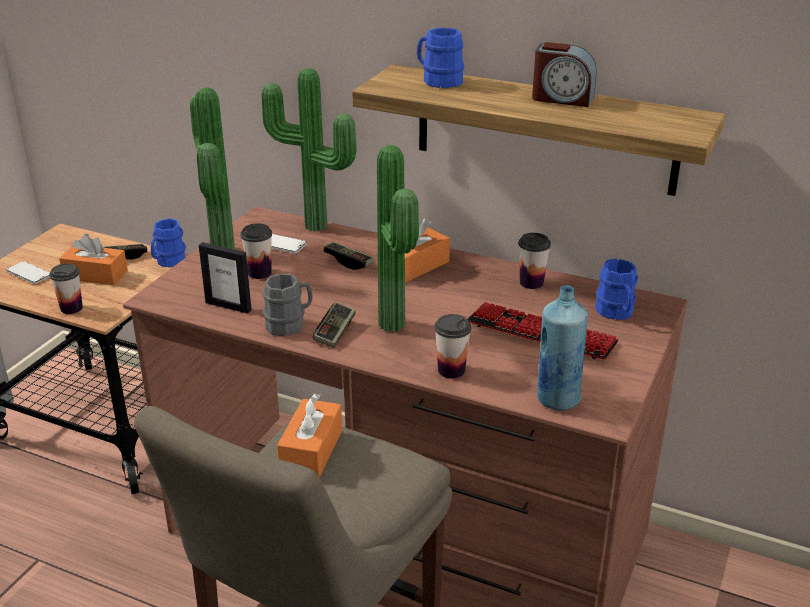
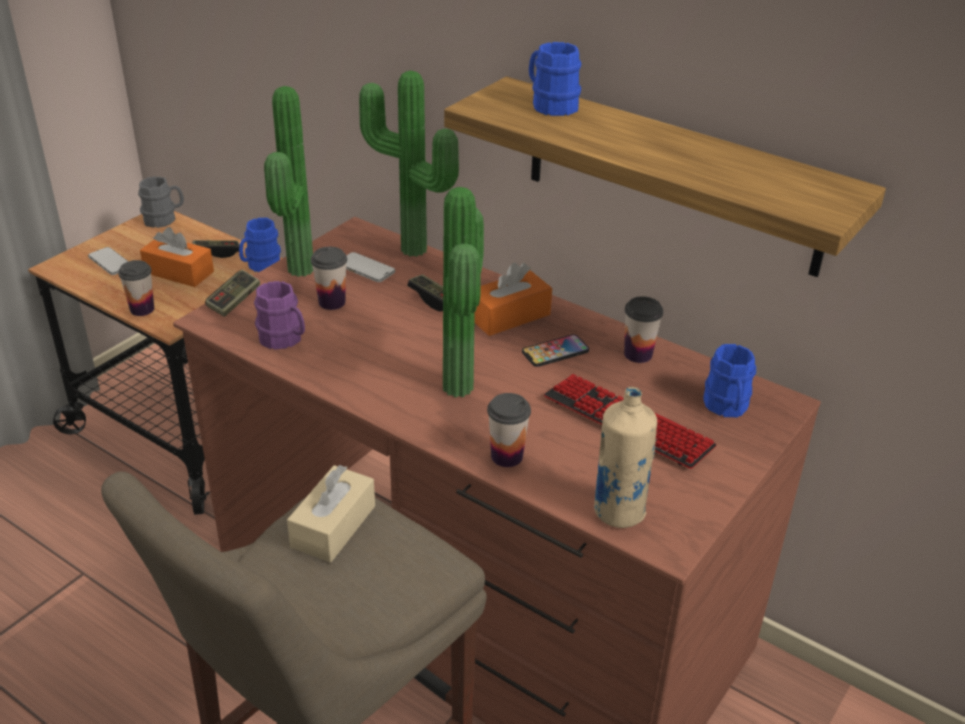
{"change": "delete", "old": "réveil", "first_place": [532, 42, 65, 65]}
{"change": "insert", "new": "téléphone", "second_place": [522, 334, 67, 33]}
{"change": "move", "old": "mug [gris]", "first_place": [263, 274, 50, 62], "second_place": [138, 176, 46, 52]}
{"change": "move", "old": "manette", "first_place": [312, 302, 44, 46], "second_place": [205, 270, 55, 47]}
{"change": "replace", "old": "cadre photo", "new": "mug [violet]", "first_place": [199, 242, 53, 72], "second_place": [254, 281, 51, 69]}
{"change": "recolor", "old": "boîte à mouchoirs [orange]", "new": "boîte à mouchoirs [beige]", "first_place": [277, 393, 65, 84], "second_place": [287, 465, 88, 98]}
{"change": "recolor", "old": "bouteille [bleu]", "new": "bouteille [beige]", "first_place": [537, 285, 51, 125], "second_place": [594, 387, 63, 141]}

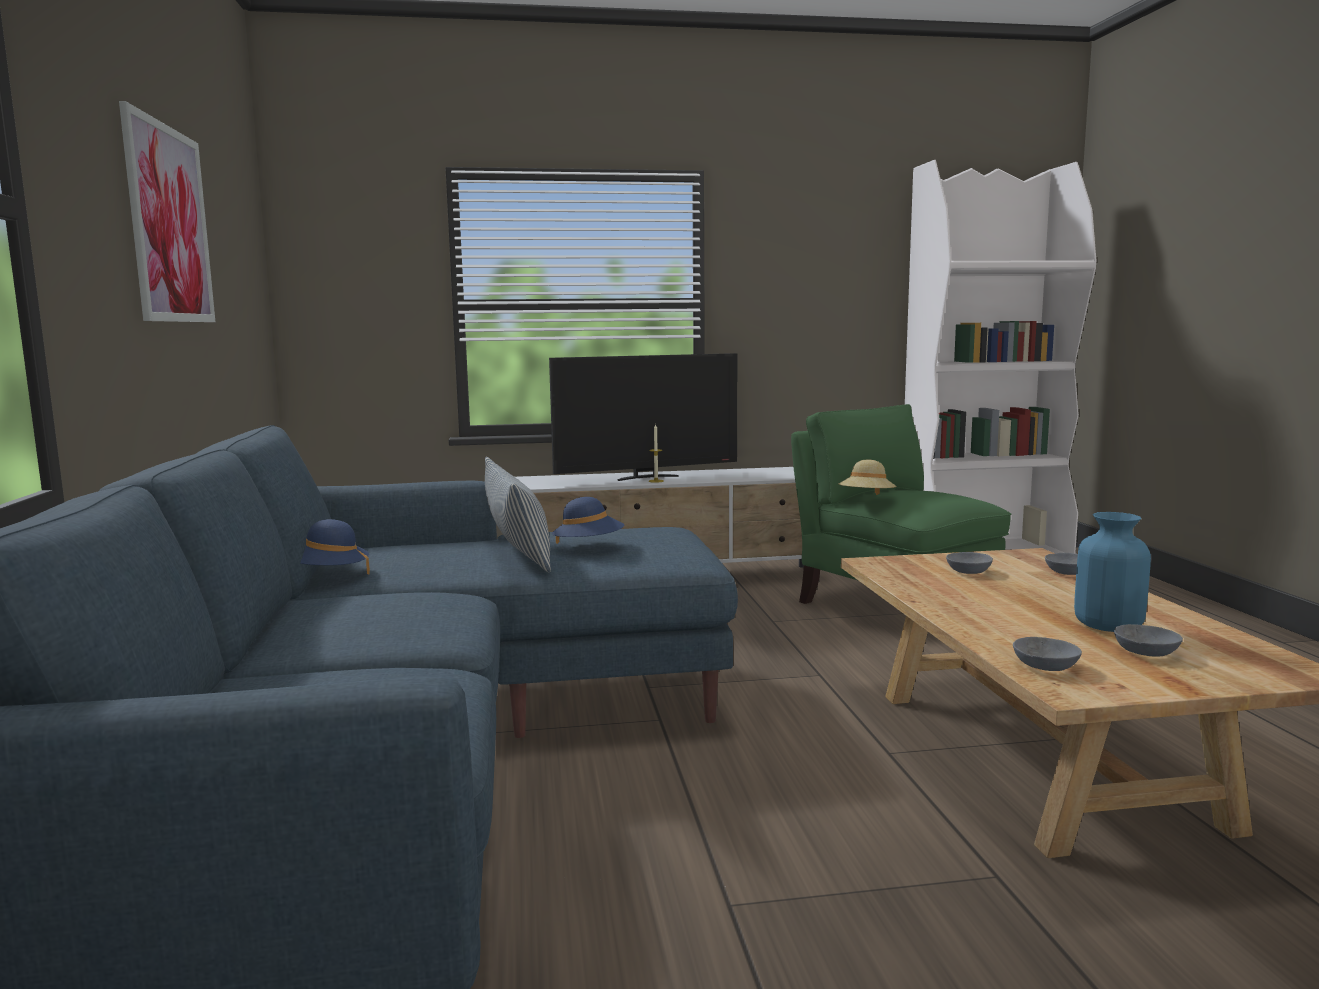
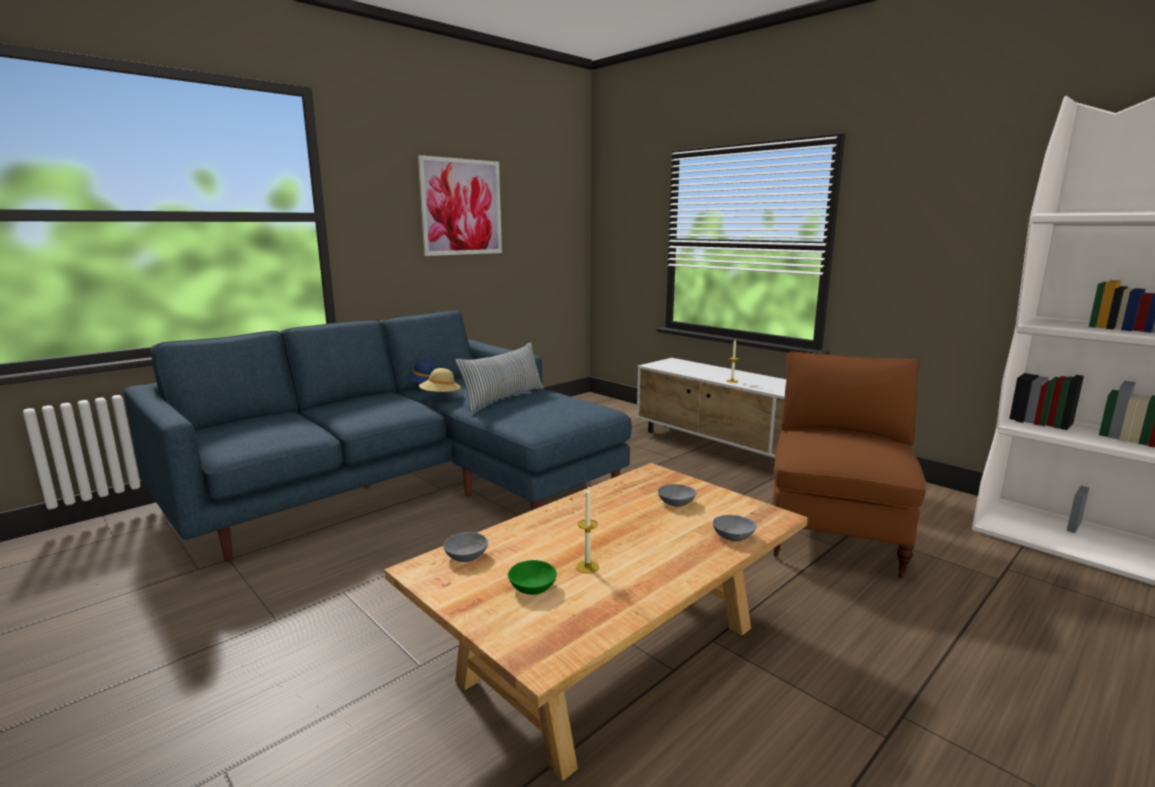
{"change": "delete", "old": "téléviseur", "first_place": [549, 353, 188, 128]}
{"change": "delete", "old": "chapeau [bleu]", "first_place": [552, 497, 72, 47]}
{"change": "move", "old": "chapeau [beige]", "first_place": [839, 460, 58, 35], "second_place": [419, 368, 43, 28]}
{"change": "replace", "old": "vase [bleu]", "new": "bougie", "first_place": [1074, 512, 77, 120], "second_place": [576, 487, 23, 87]}
{"change": "recolor", "old": "fauteuil [vert]", "new": "fauteuil [marron]", "first_place": [791, 404, 220, 200], "second_place": [772, 352, 154, 227]}
{"change": "recolor", "old": "bol [gris]", "new": "bol [vert]", "first_place": [1114, 624, 69, 33], "second_place": [508, 560, 49, 35]}

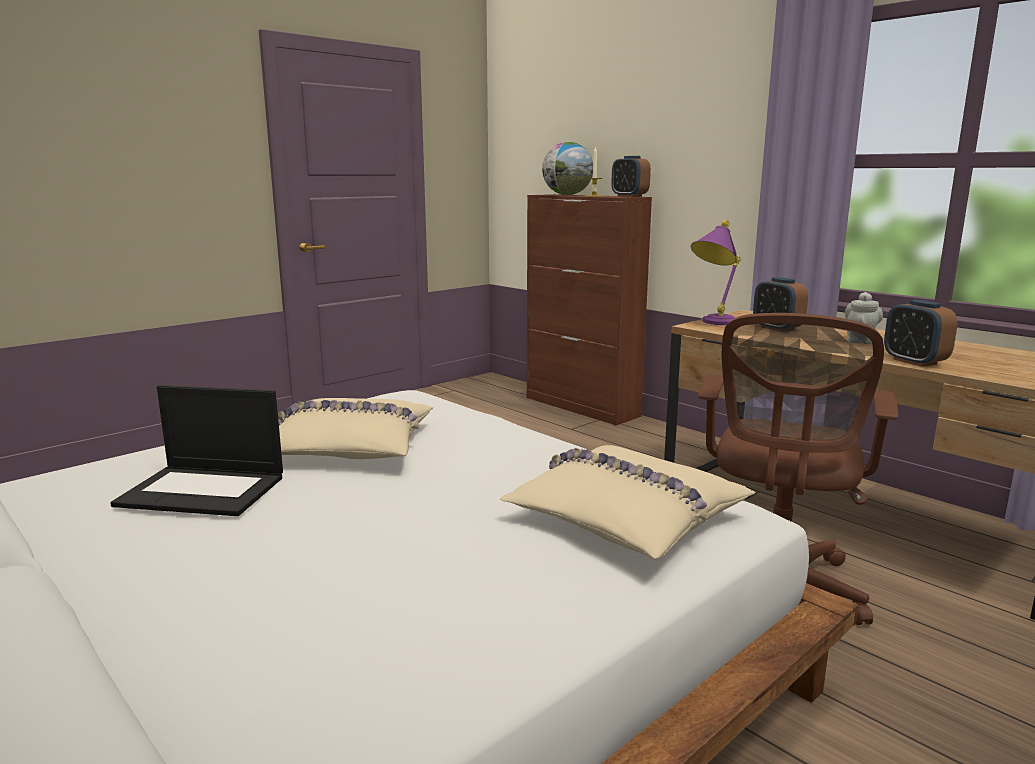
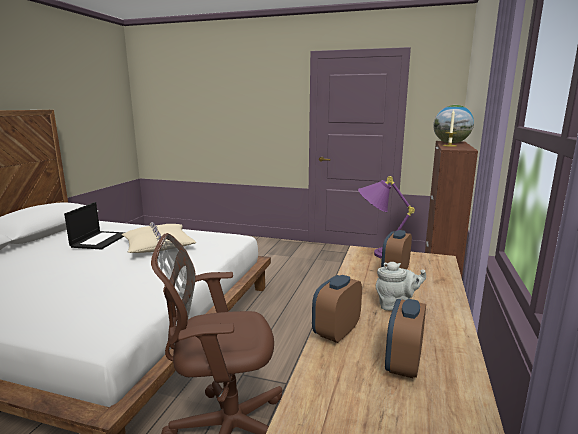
{"change": "delete", "old": "coussin [beige]", "first_place": [500, 445, 256, 114]}
{"change": "move", "old": "réveil", "first_place": [611, 156, 40, 41], "second_place": [385, 299, 41, 79]}
{"change": "rotate", "old": "ordinateur portable", "first_place": [110, 385, 173, 131], "second_place": [64, 202, 62, 47], "degrees": -150}

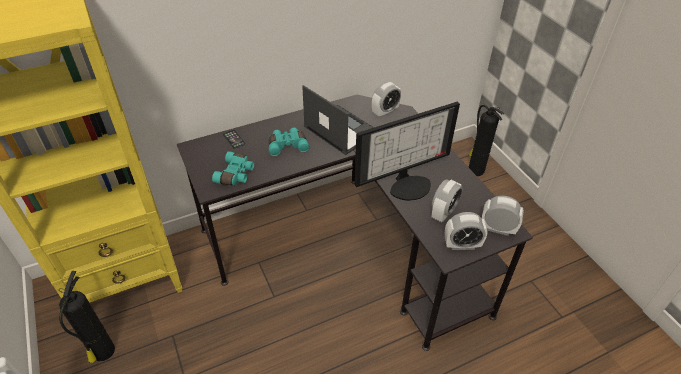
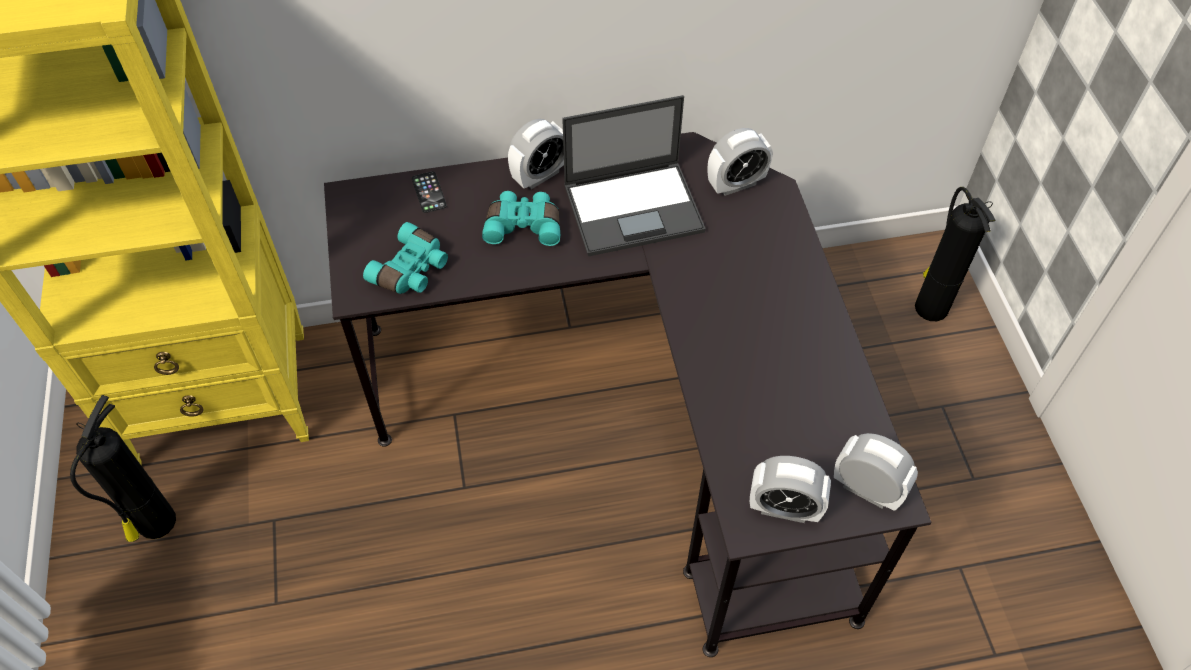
{"change": "delete", "old": "écran d'ordinateur", "first_place": [354, 102, 106, 99]}
{"change": "move", "old": "réveil", "first_place": [432, 179, 31, 43], "second_place": [508, 119, 56, 70]}
{"change": "rotate", "old": "ordinateur portable", "first_place": [302, 85, 72, 70], "second_place": [562, 95, 144, 161], "degrees": 105}

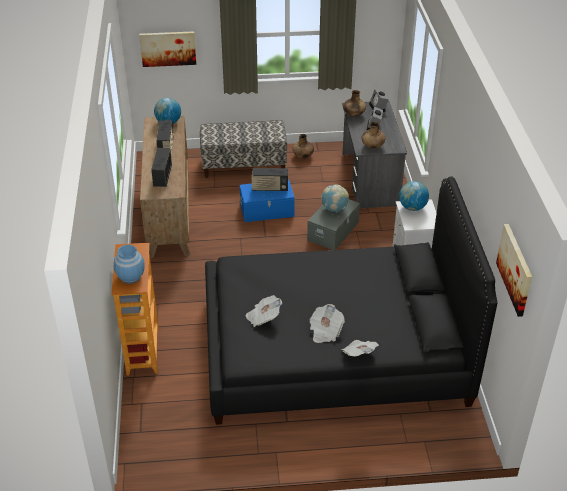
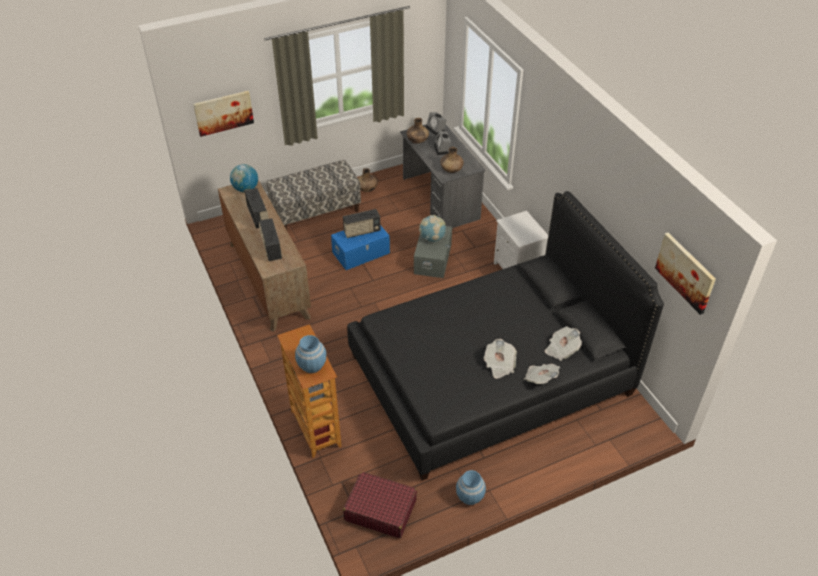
{"change": "delete", "old": "globe", "first_place": [399, 181, 30, 30]}
{"change": "insert", "new": "valise [rouge]", "second_place": [343, 472, 74, 66]}
{"change": "insert", "new": "vase [bleu]", "second_place": [456, 470, 30, 35]}
{"change": "move", "old": "journal", "first_place": [246, 295, 36, 32], "second_place": [545, 327, 37, 34]}

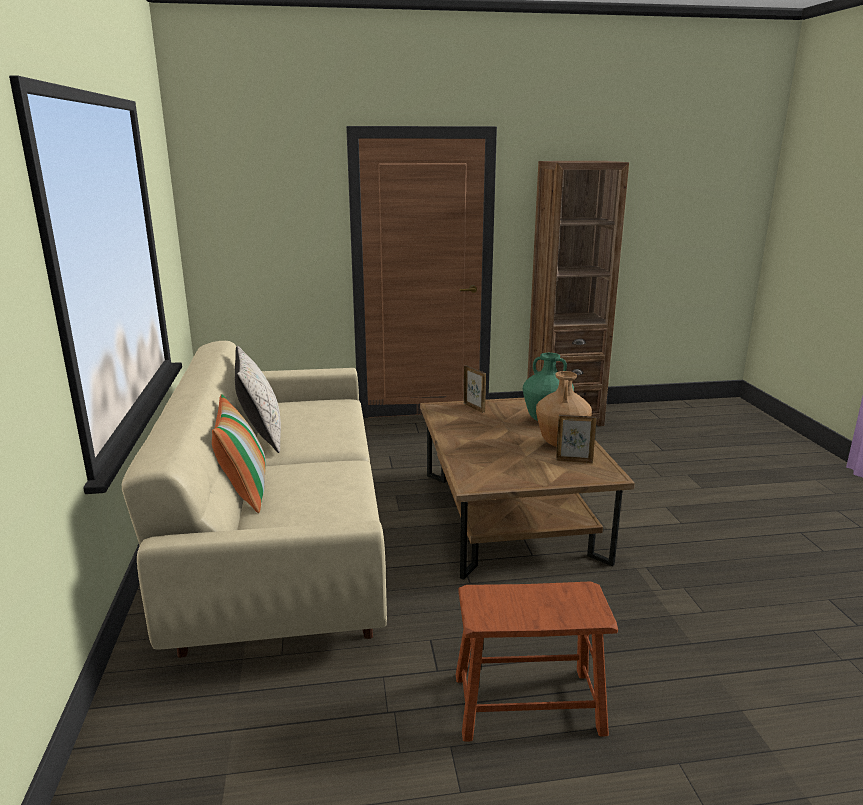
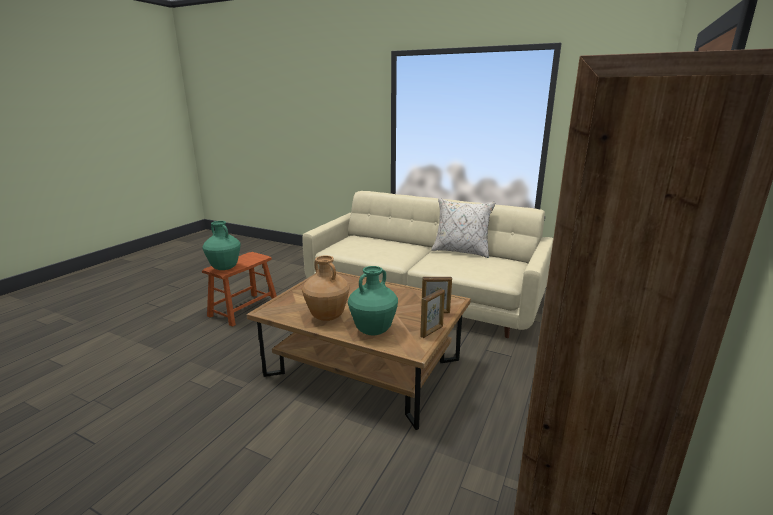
{"change": "delete", "old": "coussin", "first_place": [212, 394, 54, 119]}
{"change": "insert", "new": "vase [vert]", "second_place": [202, 221, 39, 49]}
{"change": "move", "old": "cadre photo", "first_place": [556, 414, 40, 49], "second_place": [420, 289, 25, 49]}

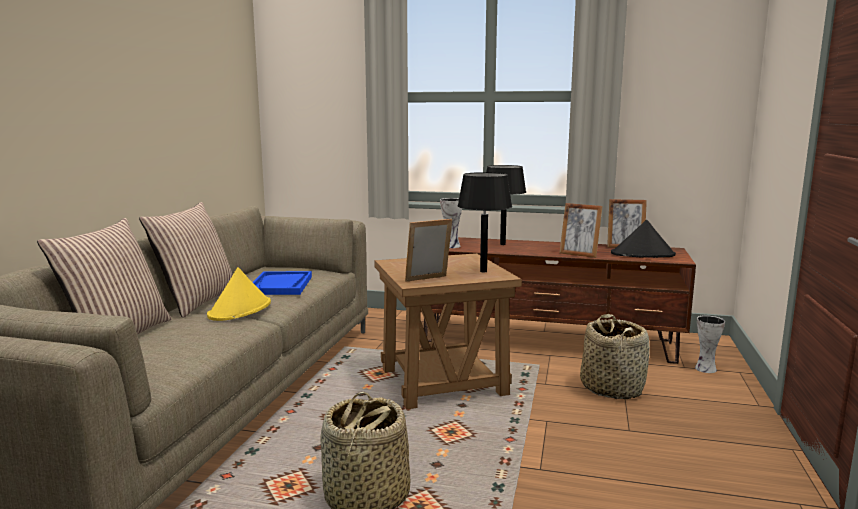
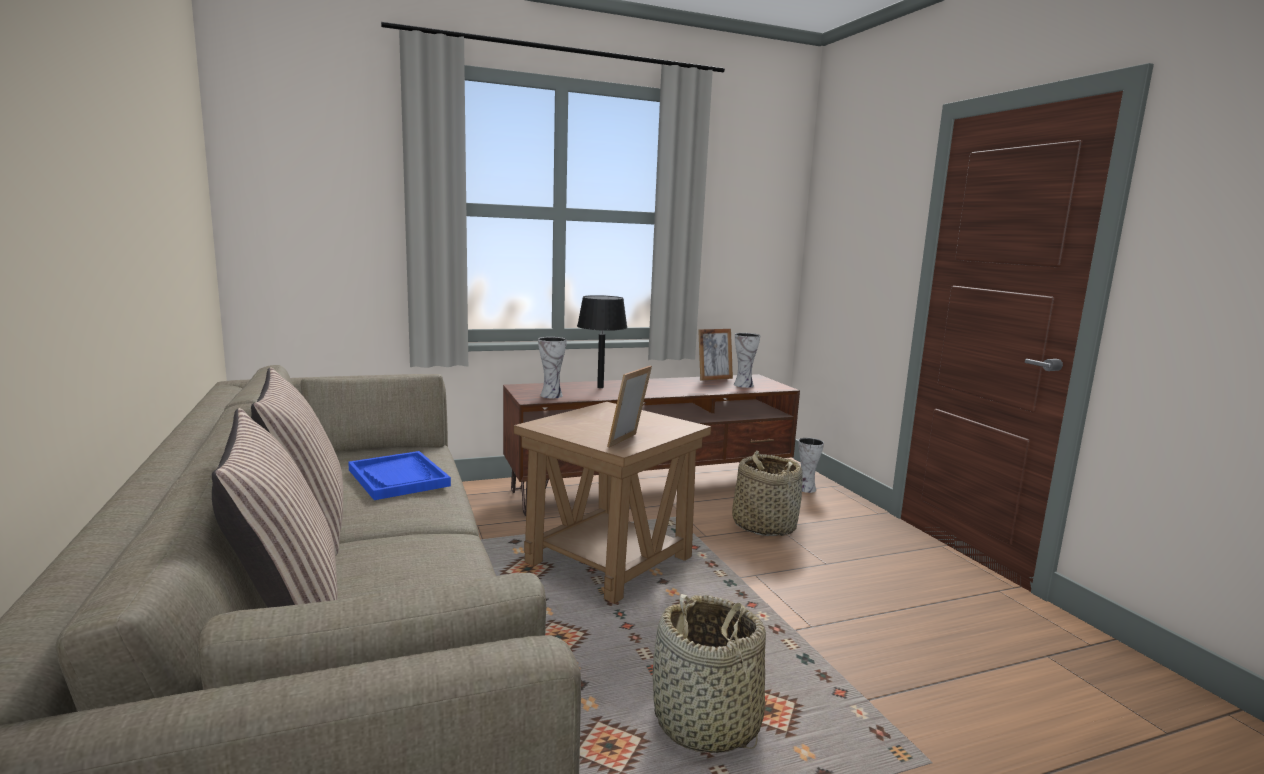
{"change": "delete", "old": "chapeau [jaune]", "first_place": [207, 267, 64, 54]}
{"change": "delete", "old": "lampe de table [noir]", "first_place": [458, 172, 54, 101]}
{"change": "delete", "old": "cadre photo", "first_place": [560, 203, 43, 55]}
{"change": "replace", "old": "chapeau [noir]", "new": "vase", "first_place": [611, 220, 65, 38], "second_place": [734, 333, 26, 55]}

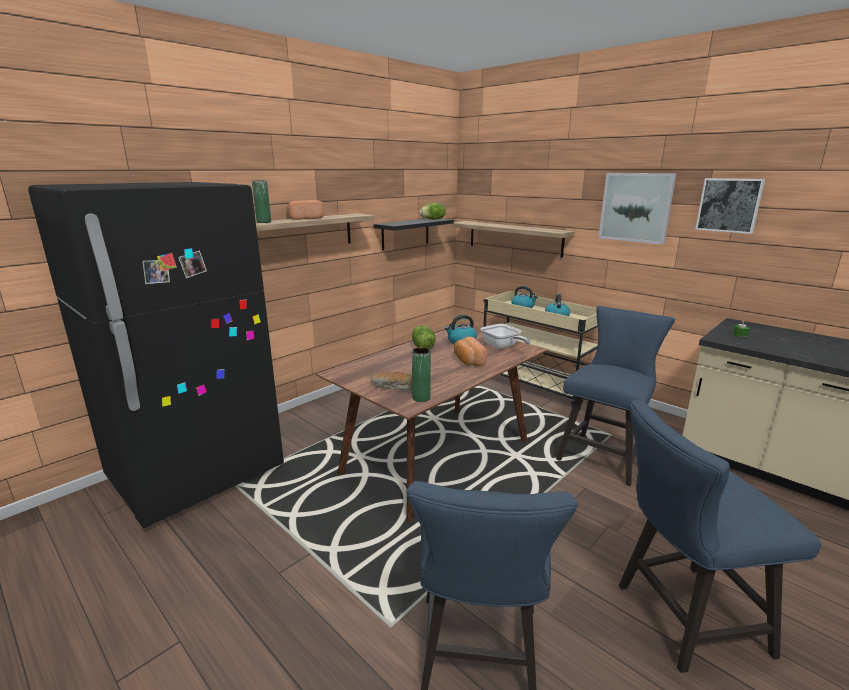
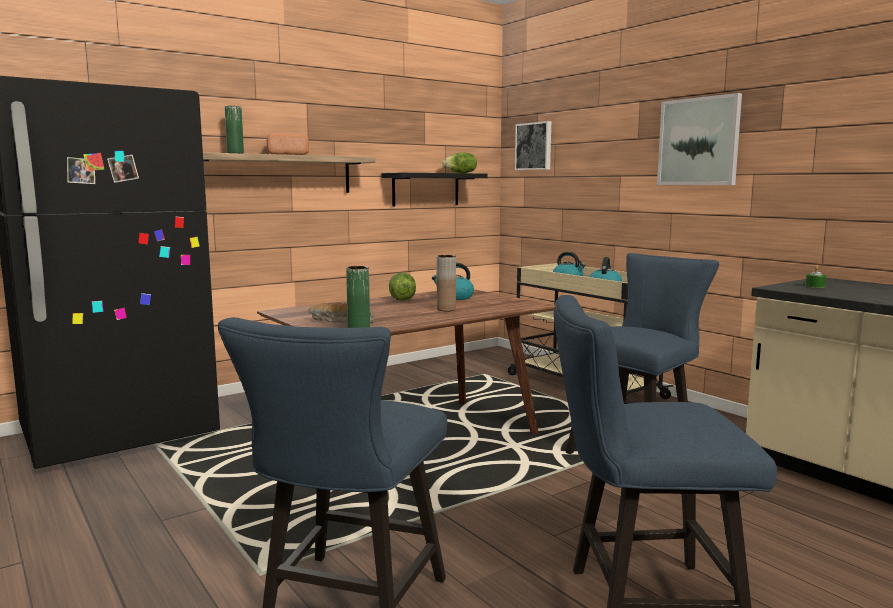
{"change": "delete", "old": "étagère", "first_place": [451, 221, 124, 37]}
{"change": "delete", "old": "poêle", "first_place": [480, 324, 51, 25]}
{"change": "move", "old": "tableau", "first_place": [695, 178, 70, 56], "second_place": [515, 121, 36, 49]}
{"change": "replace", "old": "pain", "new": "vase [marron]", "first_place": [454, 337, 33, 29], "second_place": [437, 255, 19, 56]}

